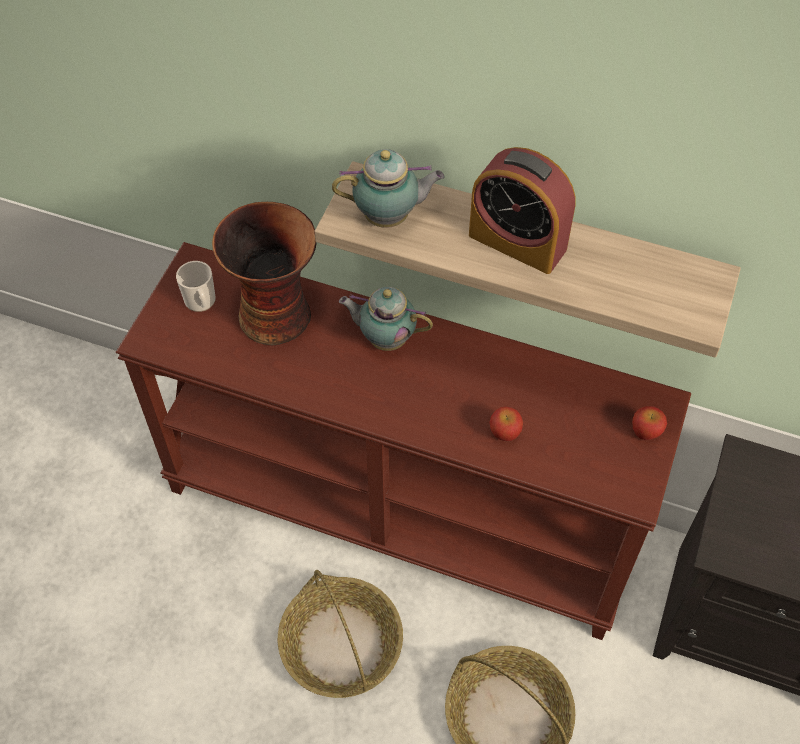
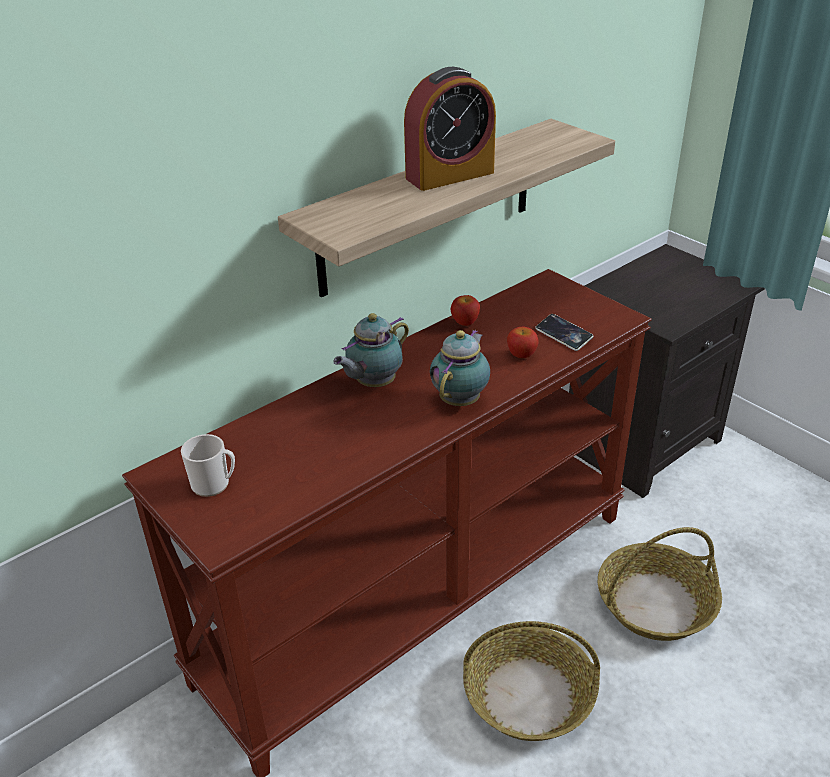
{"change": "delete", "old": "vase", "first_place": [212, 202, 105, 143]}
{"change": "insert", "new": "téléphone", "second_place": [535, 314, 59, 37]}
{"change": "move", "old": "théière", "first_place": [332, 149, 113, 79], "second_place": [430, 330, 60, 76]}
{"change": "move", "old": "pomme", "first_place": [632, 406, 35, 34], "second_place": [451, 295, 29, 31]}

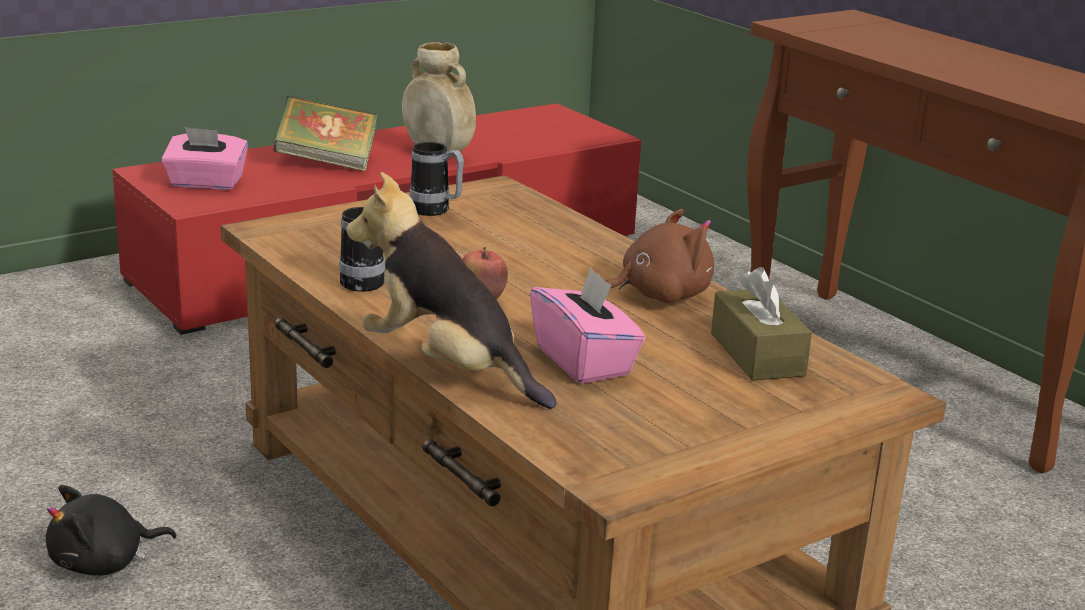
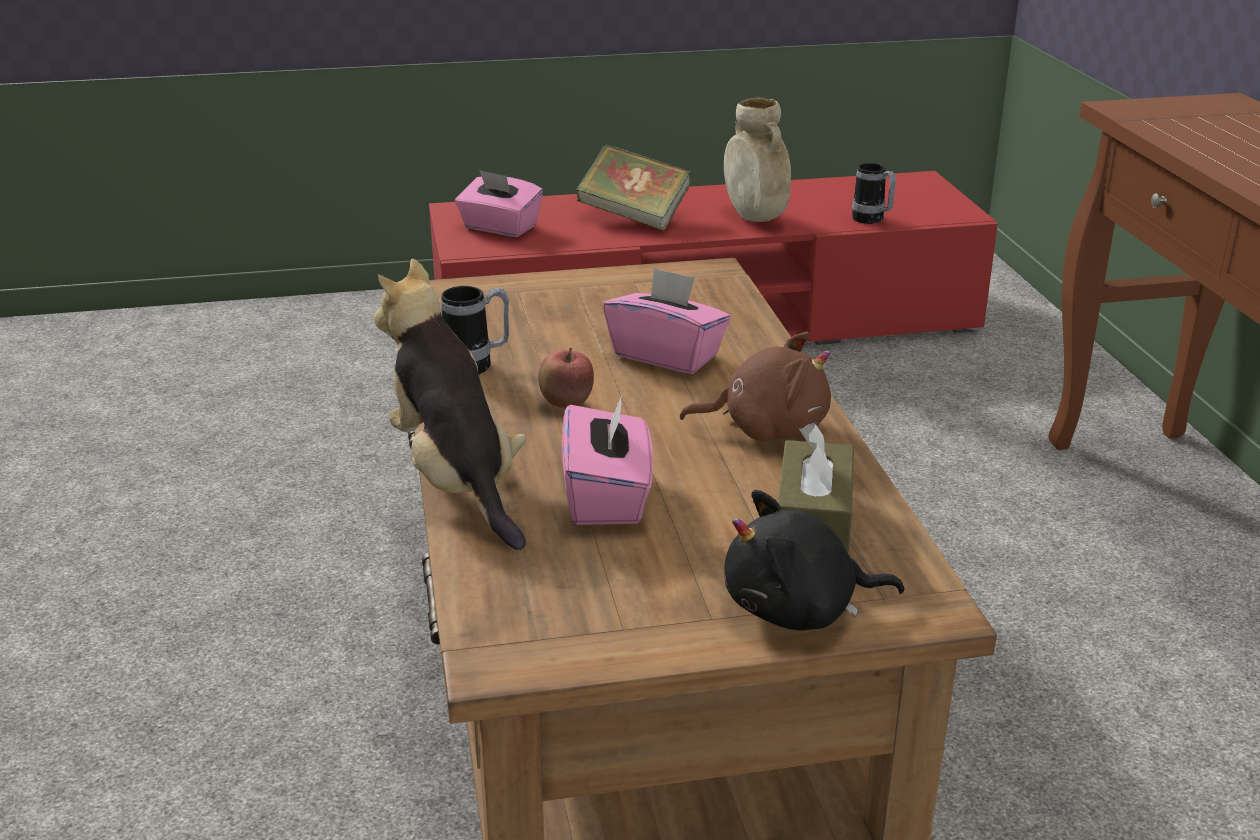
{"change": "insert", "new": "boîte à mouchoirs [rose]", "second_place": [603, 267, 127, 107]}
{"change": "move", "old": "peluche [noir]", "first_place": [46, 485, 131, 90], "second_place": [724, 490, 180, 141]}
{"change": "move", "old": "mug", "first_place": [409, 142, 55, 74], "second_place": [852, 163, 44, 61]}

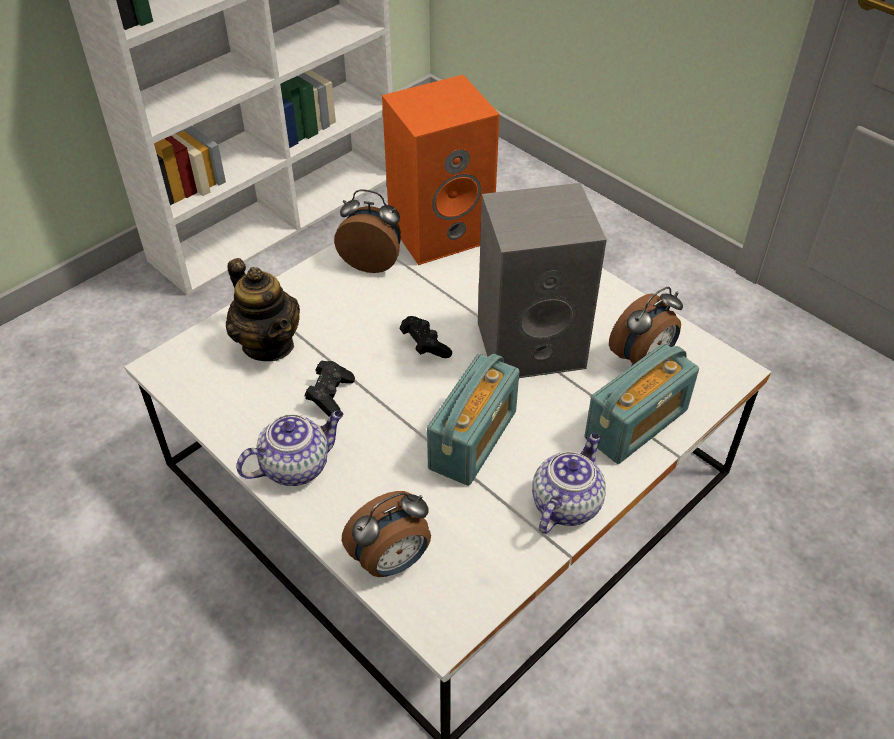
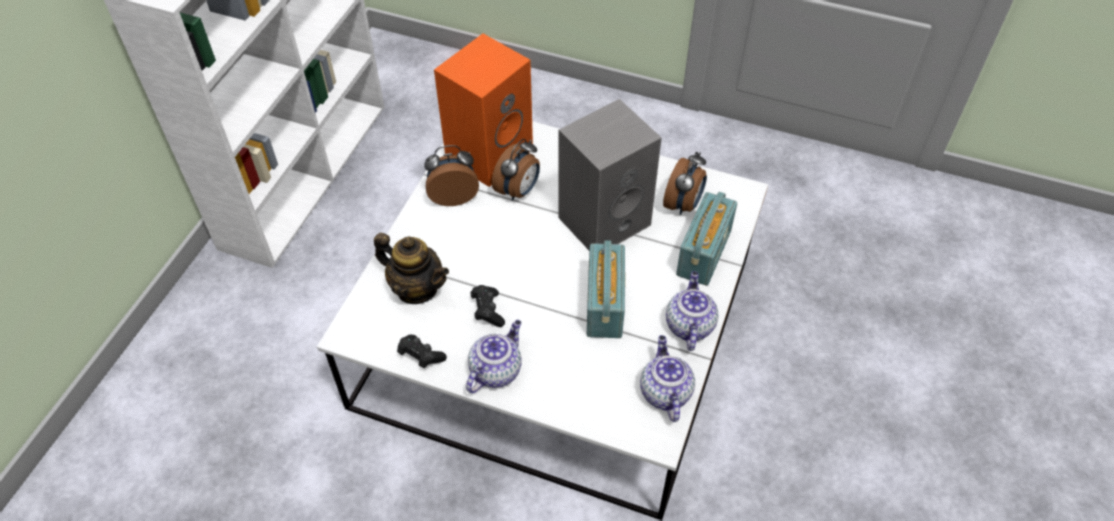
{"change": "insert", "new": "théière", "second_place": [640, 335, 55, 87]}
{"change": "move", "old": "réveil", "first_place": [342, 491, 89, 86], "second_place": [492, 139, 48, 62]}
{"change": "move", "old": "manette [noir]", "first_place": [400, 316, 52, 42], "second_place": [397, 335, 50, 33]}

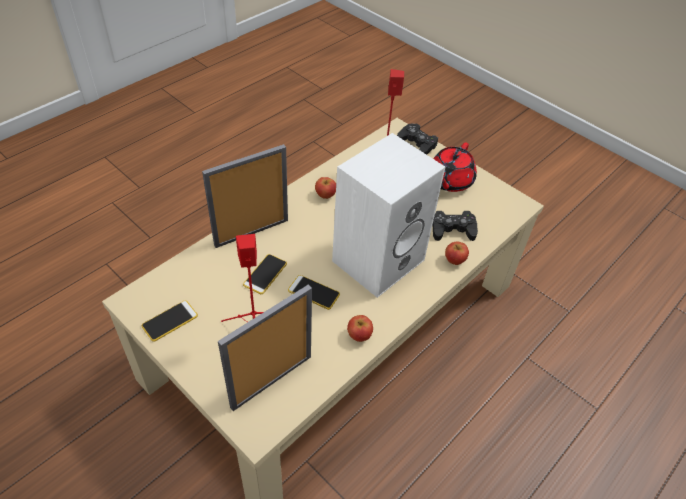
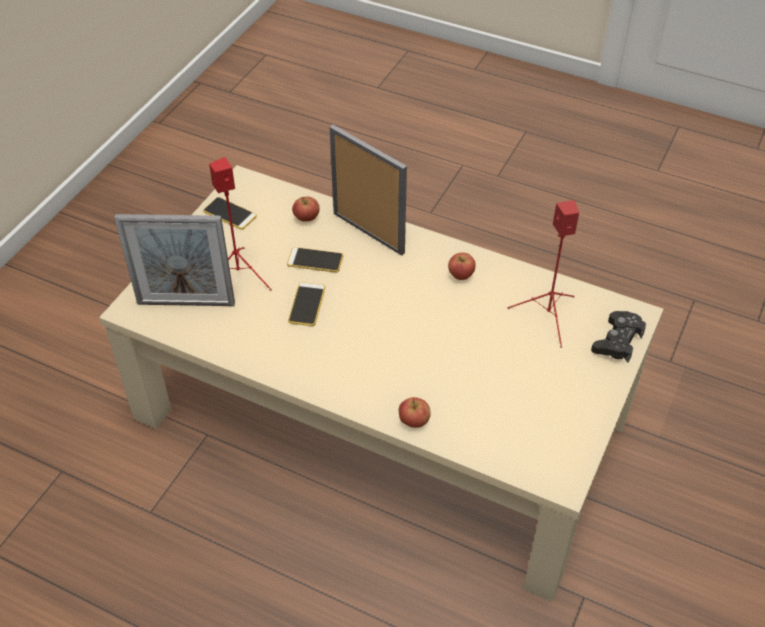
{"change": "delete", "old": "enceinte [blanc]", "first_place": [332, 133, 113, 165]}
{"change": "delete", "old": "théière [rouge]", "first_place": [433, 142, 44, 50]}
{"change": "delete", "old": "manette [noir]", "first_place": [433, 211, 45, 30]}
{"change": "move", "old": "pomme", "first_place": [347, 315, 26, 27], "second_place": [292, 197, 28, 25]}
{"change": "rotate", "old": "cadre photo", "first_place": [218, 284, 94, 127], "second_place": [114, 214, 121, 92], "degrees": 150}

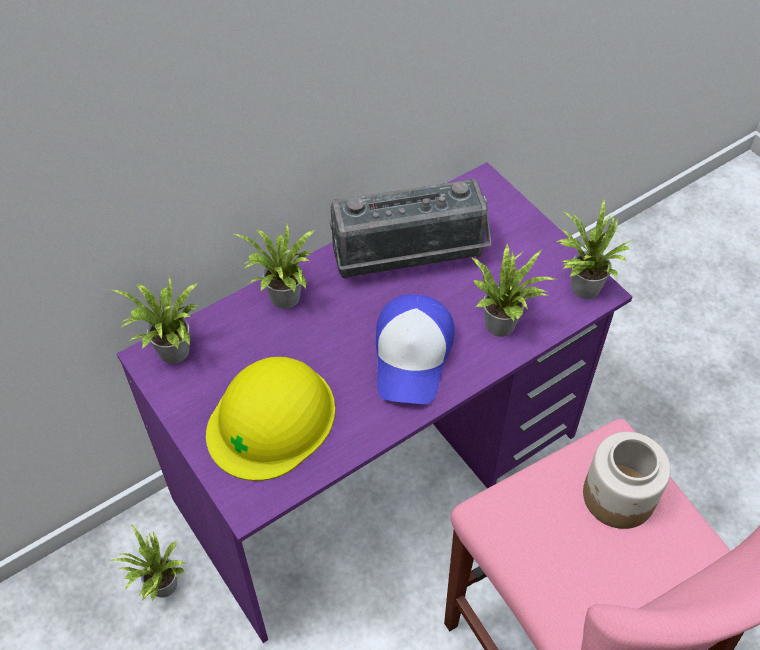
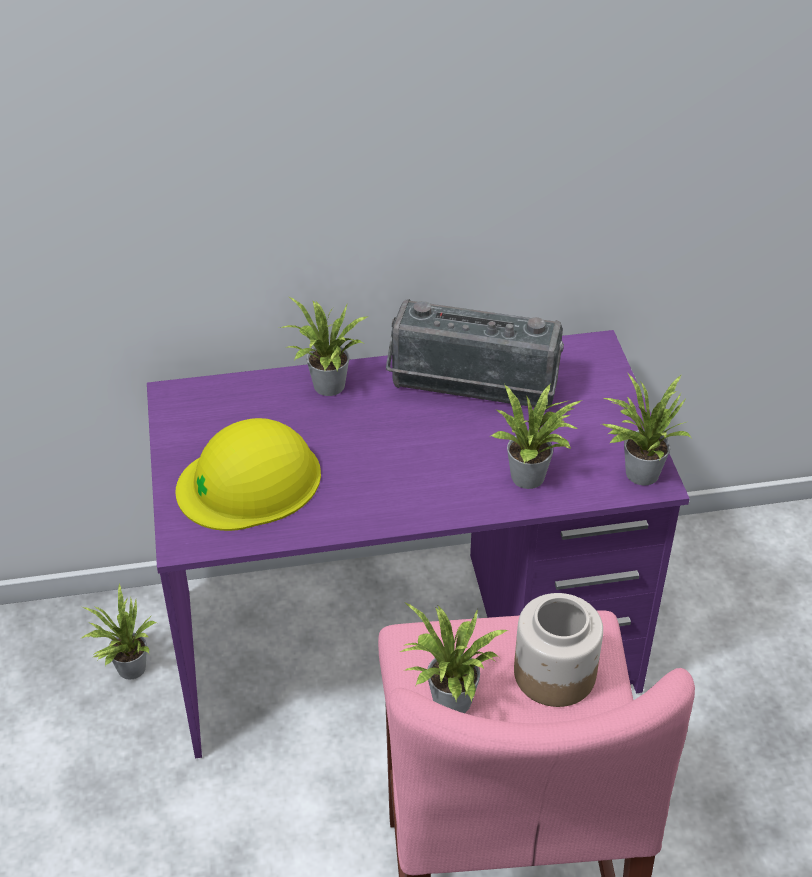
{"change": "delete", "old": "casquette", "first_place": [376, 294, 79, 111]}
{"change": "move", "old": "plante en pot", "first_place": [112, 276, 86, 88], "second_place": [400, 602, 108, 111]}

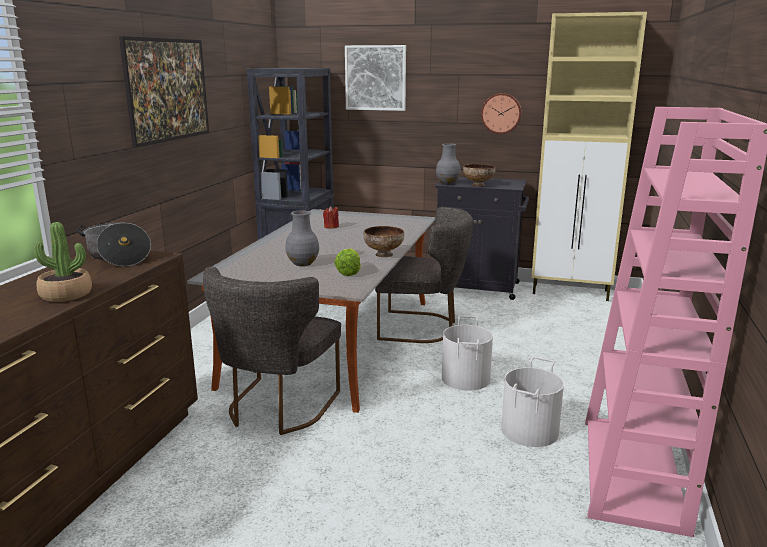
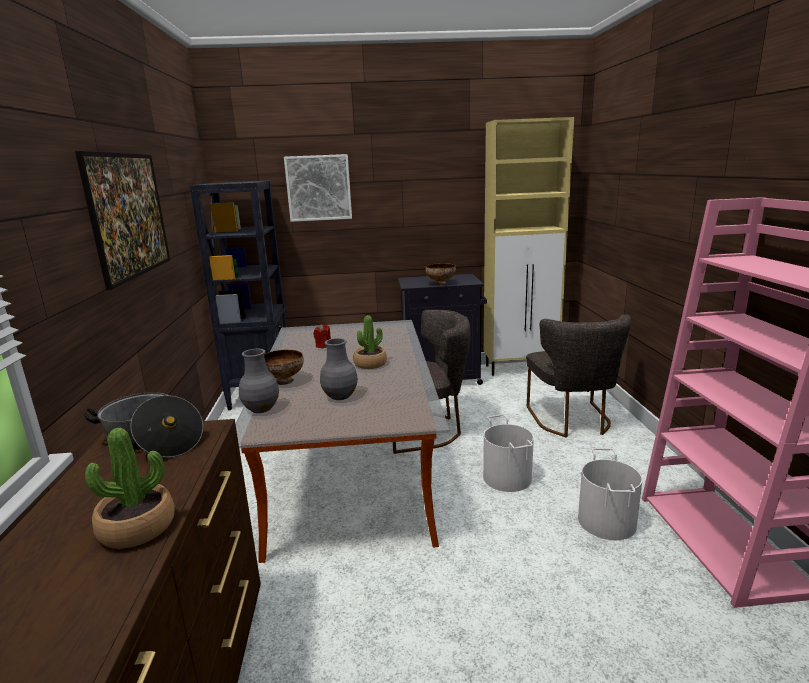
{"change": "delete", "old": "laitue", "first_place": [335, 248, 26, 28]}
{"change": "delete", "old": "horloge murale", "first_place": [481, 93, 40, 41]}
{"change": "insert", "new": "plante en pot", "second_place": [353, 315, 34, 54]}
{"change": "move", "old": "chaise [gris]", "first_place": [203, 267, 138, 168], "second_place": [526, 314, 105, 123]}
{"change": "move", "old": "bol", "first_place": [364, 226, 40, 31], "second_place": [264, 350, 40, 35]}
{"change": "move", "old": "vase [gris]", "first_place": [436, 143, 25, 41], "second_place": [239, 349, 40, 64]}

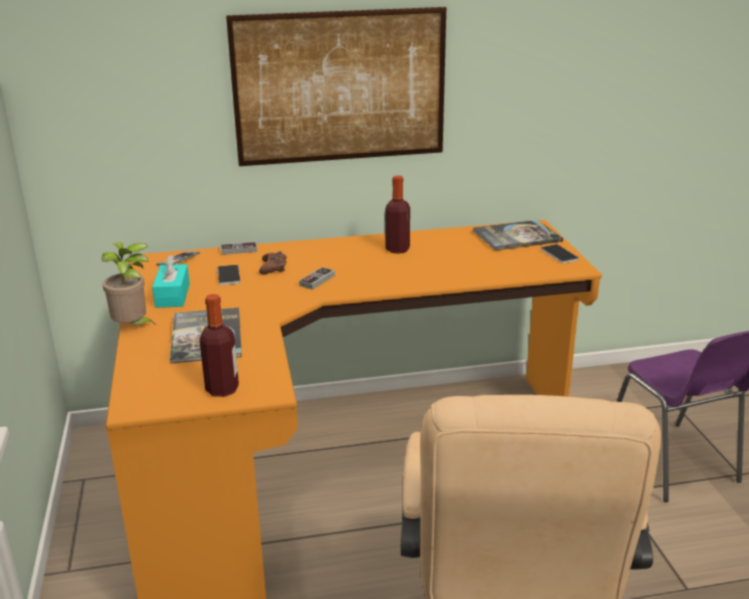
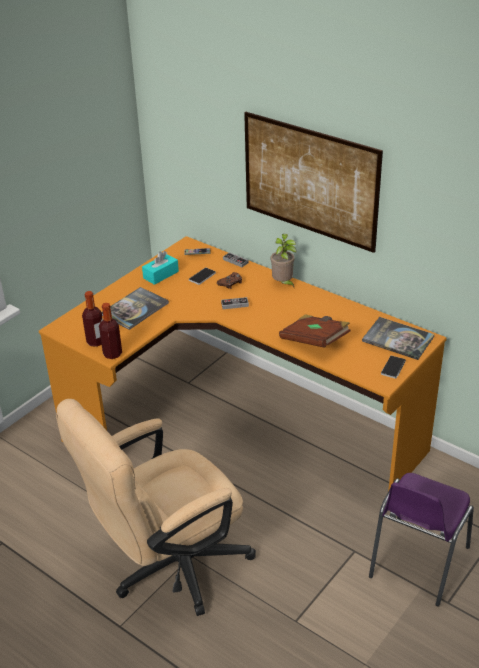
{"change": "insert", "new": "livre [marron]", "second_place": [279, 314, 71, 34]}
{"change": "move", "old": "plante en pot", "first_place": [102, 242, 54, 83], "second_place": [271, 234, 25, 53]}
{"change": "move", "old": "bouteille", "first_place": [385, 175, 25, 79], "second_place": [99, 303, 23, 56]}

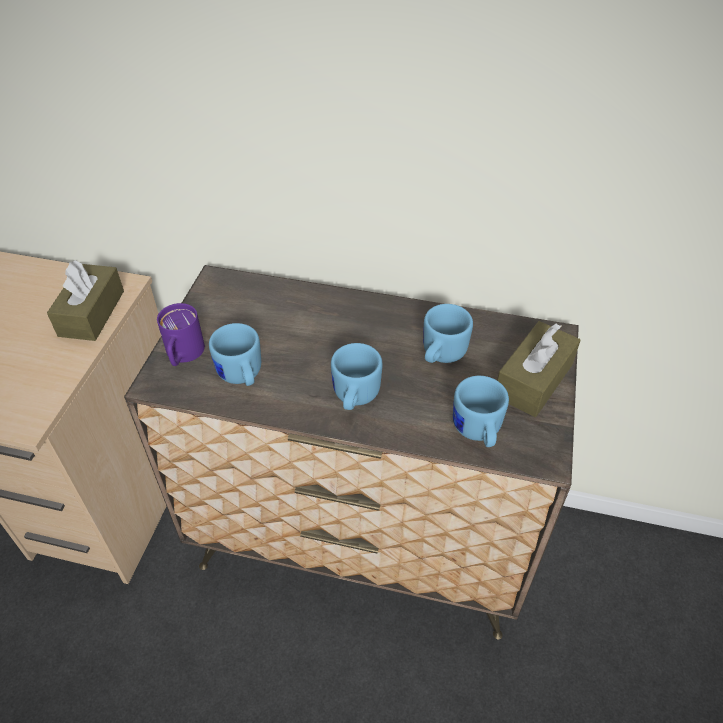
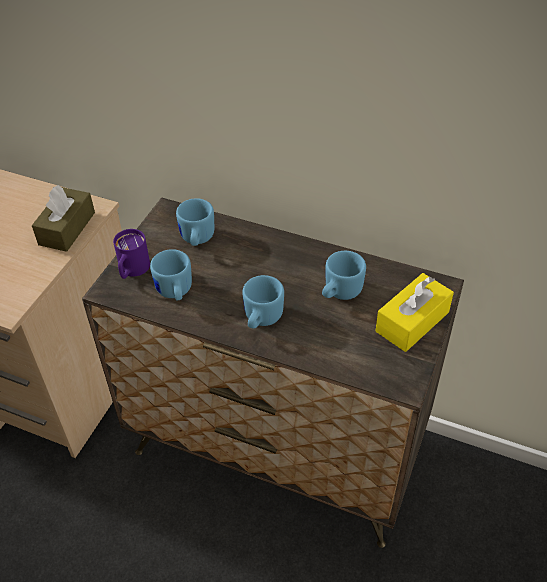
{"change": "move", "old": "mug [bleu]", "first_place": [453, 376, 56, 71], "second_place": [176, 198, 38, 48]}
{"change": "recolor", "old": "boîte à mouchoirs [marron]", "new": "boîte à mouchoirs [jaune]", "first_place": [497, 321, 84, 96], "second_place": [375, 273, 79, 79]}

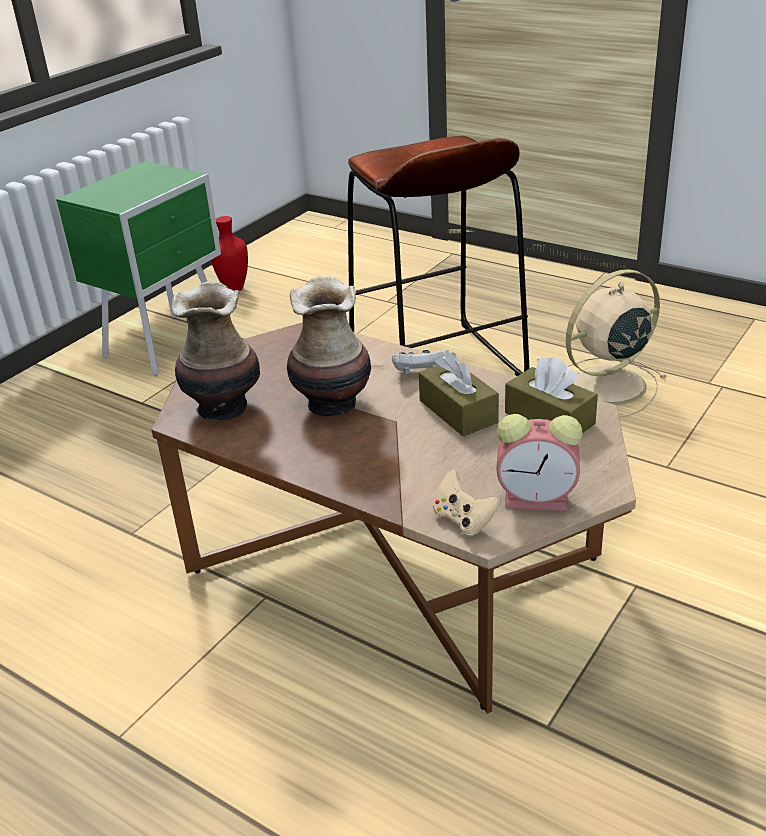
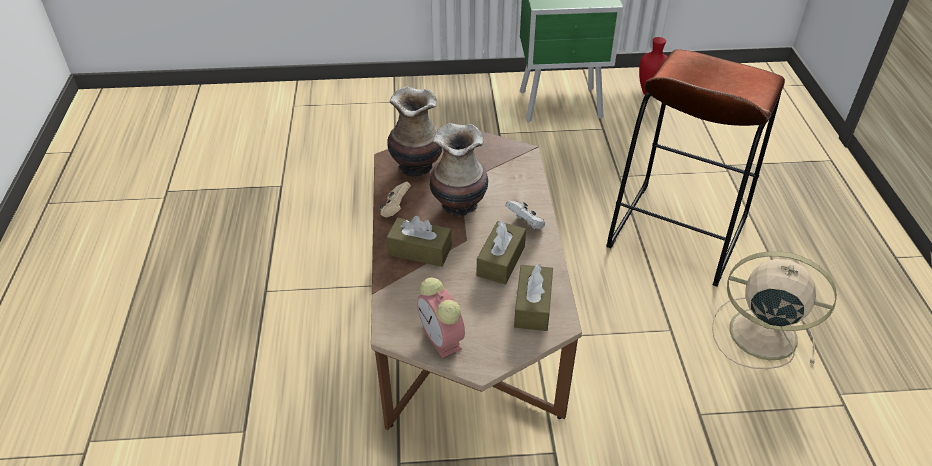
{"change": "insert", "new": "boîte à mouchoirs [marron]", "second_place": [386, 216, 66, 51]}
{"change": "move", "old": "manette [beige]", "first_place": [433, 469, 68, 67], "second_place": [379, 182, 32, 36]}

